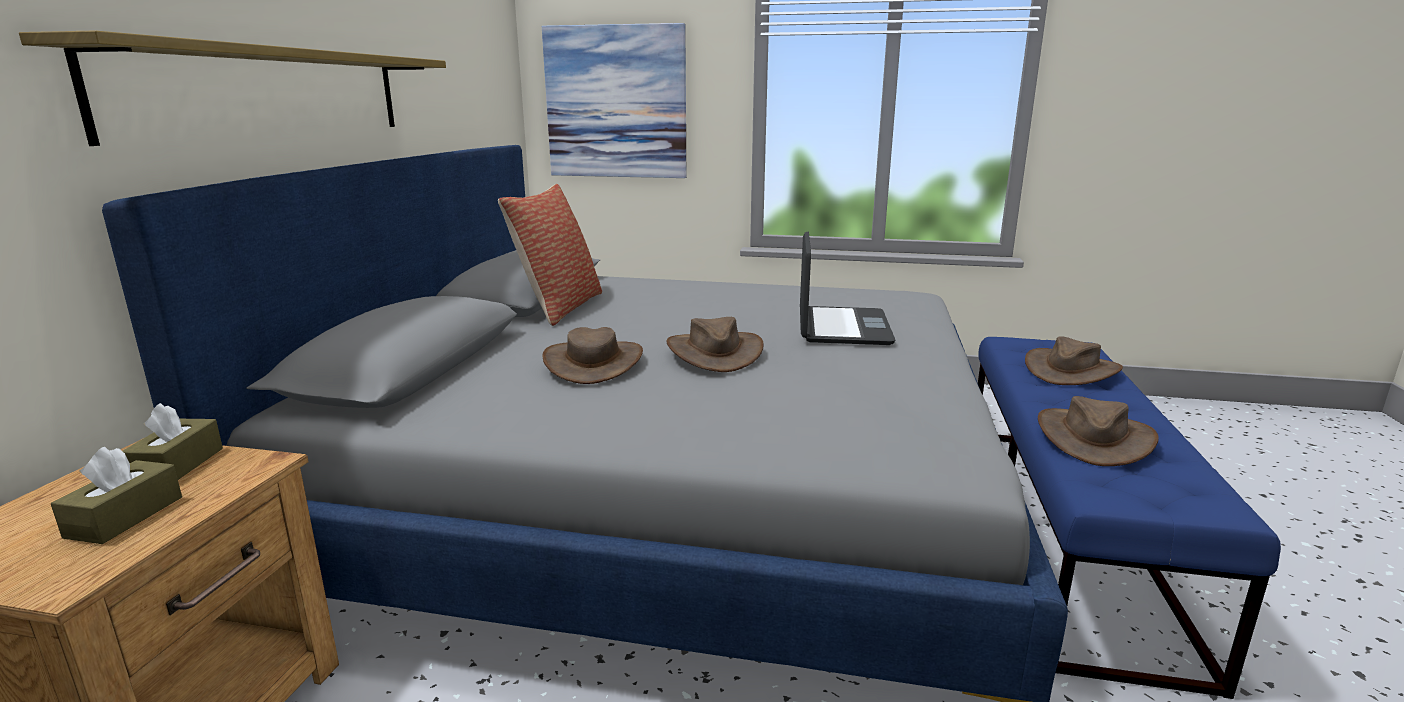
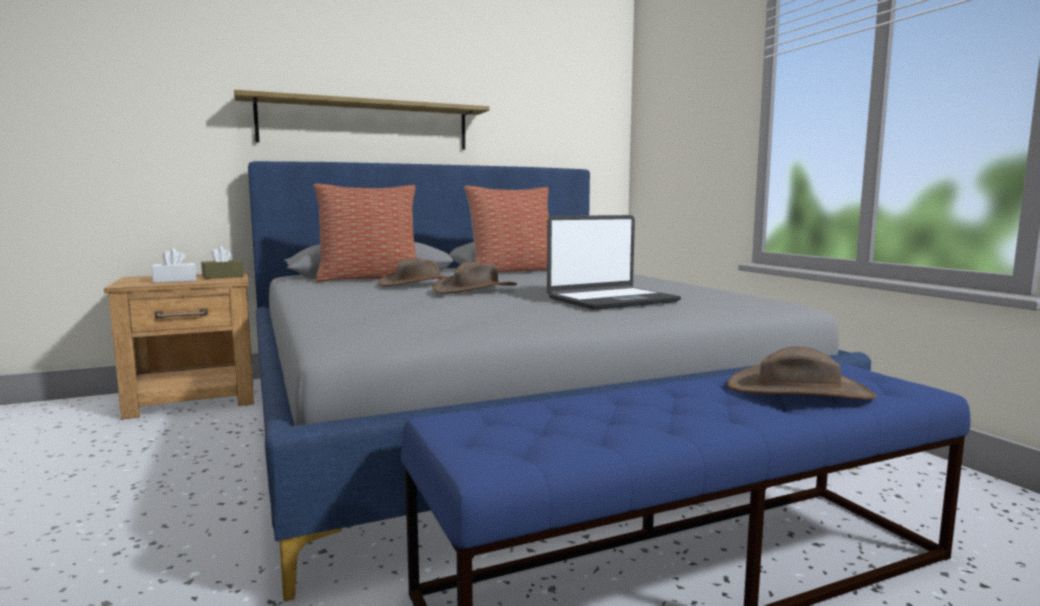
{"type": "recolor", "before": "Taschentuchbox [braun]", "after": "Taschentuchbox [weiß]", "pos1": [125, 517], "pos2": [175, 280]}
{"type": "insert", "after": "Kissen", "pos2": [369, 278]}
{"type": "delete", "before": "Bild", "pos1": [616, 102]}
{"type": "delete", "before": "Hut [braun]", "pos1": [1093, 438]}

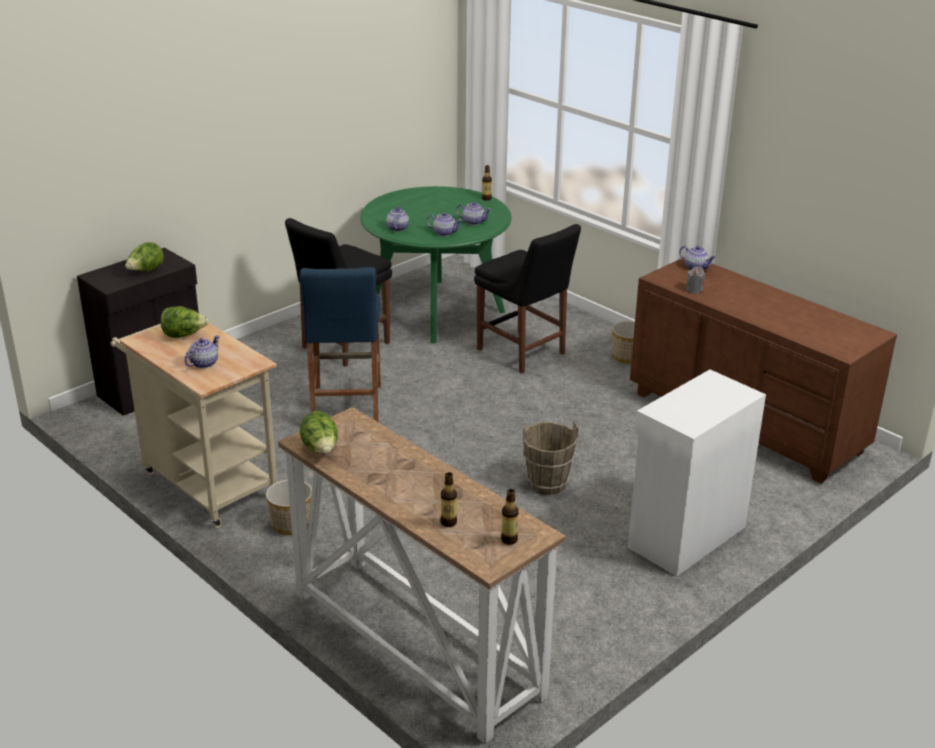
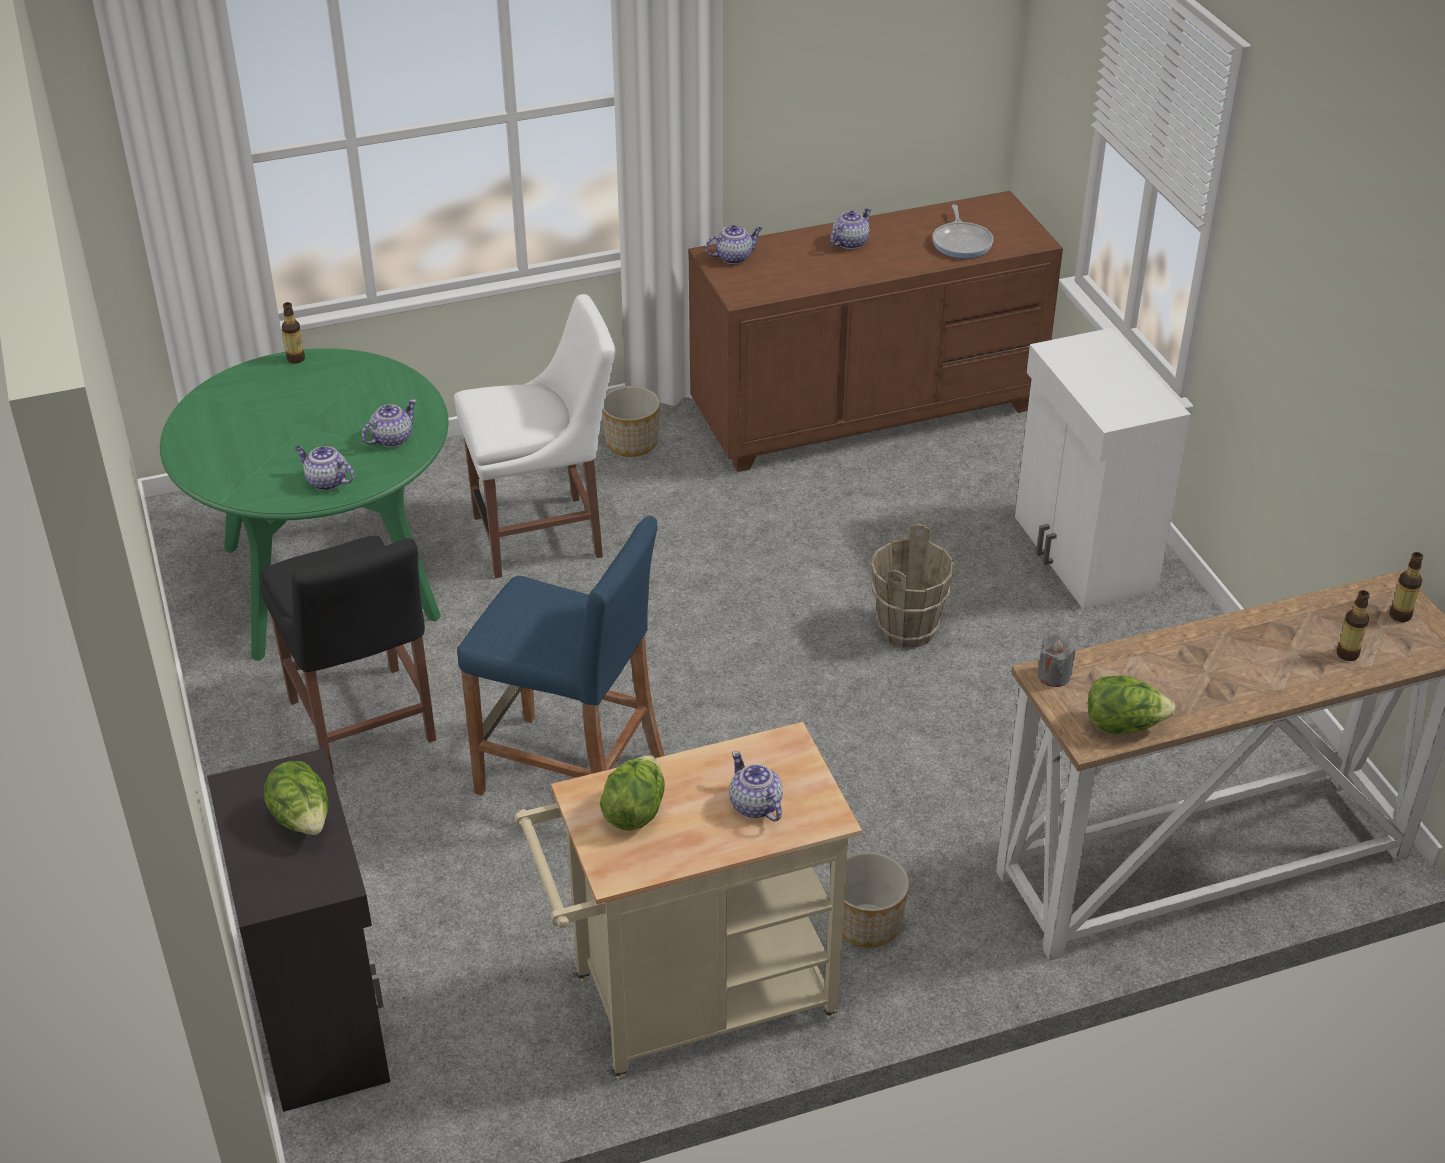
{"type": "recolor", "before": "Stuhl [schwarz]", "after": "Stuhl [weiß]", "pos1": [523, 353], "pos2": [545, 535]}
{"type": "move", "before": "Teekanne", "pos1": [473, 222], "pos2": [849, 243]}
{"type": "insert", "after": "Pfanne", "pos2": [962, 242]}
{"type": "move", "before": "Kerze [grau]", "pos1": [694, 290], "pos2": [1053, 676]}

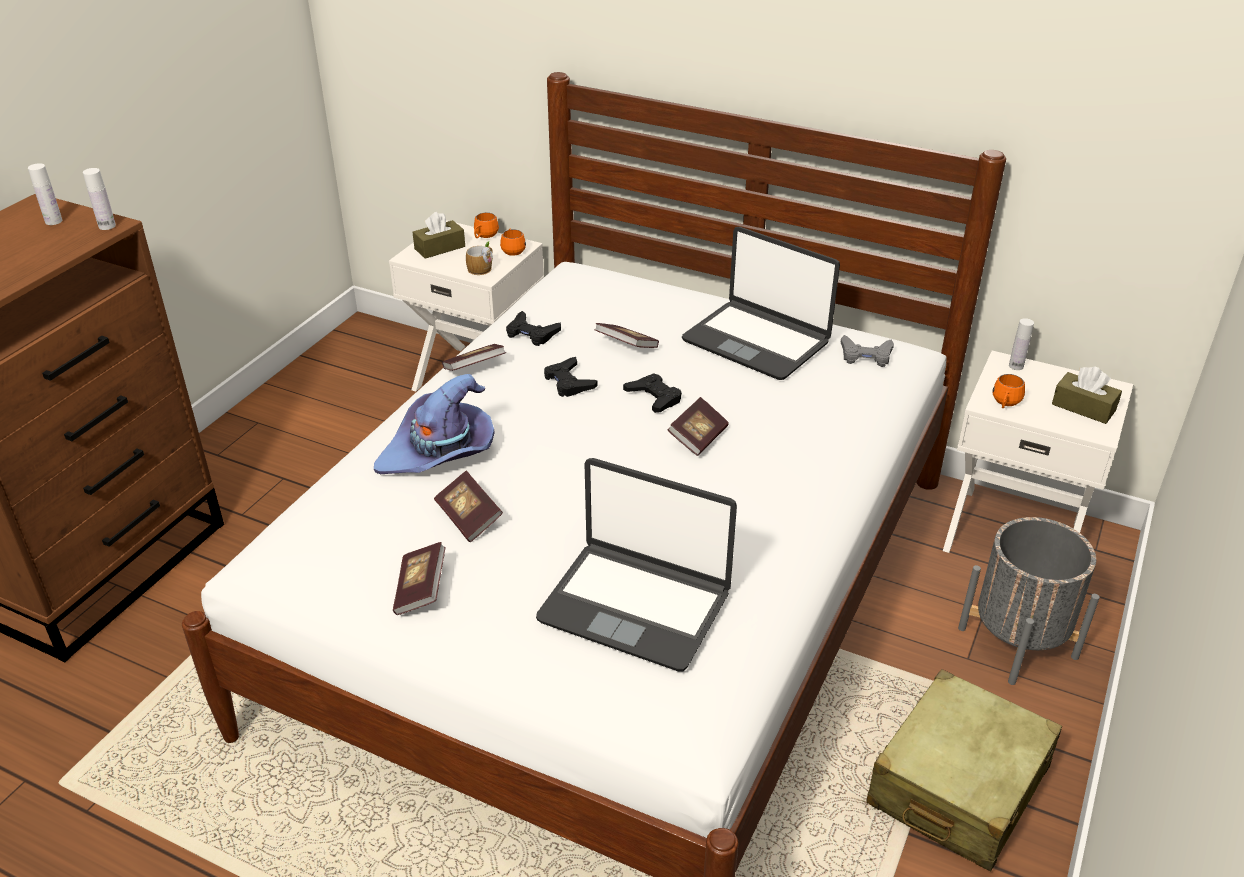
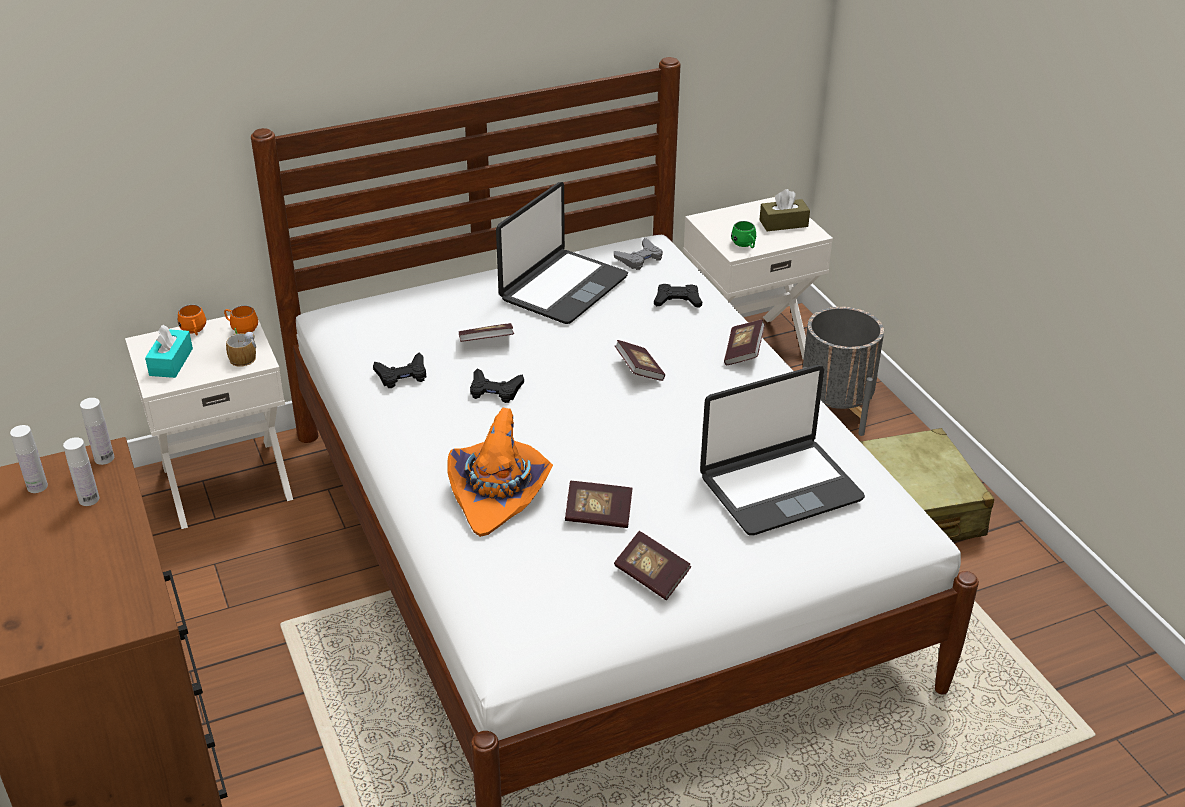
{"type": "move", "before": "Flasche [weiß]", "pos1": [1016, 366], "pos2": [89, 499]}
{"type": "recolor", "before": "Taschentuchbox [braun]", "after": "Taschentuchbox [türkis]", "pos1": [440, 248], "pos2": [171, 362]}
{"type": "recolor", "before": "Hut [lila]", "after": "Hut [orange]", "pos1": [440, 452], "pos2": [499, 492]}
{"type": "rotate", "before": "Laptop", "pos1": [756, 341], "pos2": [562, 288], "turn": -45}
{"type": "move", "before": "Gamepad [schwarz]", "pos1": [654, 397], "pos2": [677, 300]}
{"type": "move", "before": "Buch", "pos1": [474, 368], "pos2": [743, 352]}
{"type": "recolor", "before": "Henkelbecher [orange]", "after": "Henkelbecher [grün]", "pos1": [1005, 404], "pos2": [745, 246]}

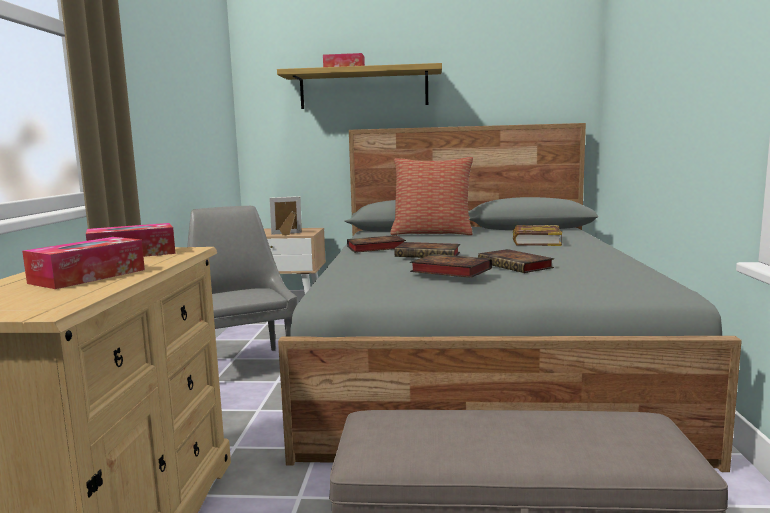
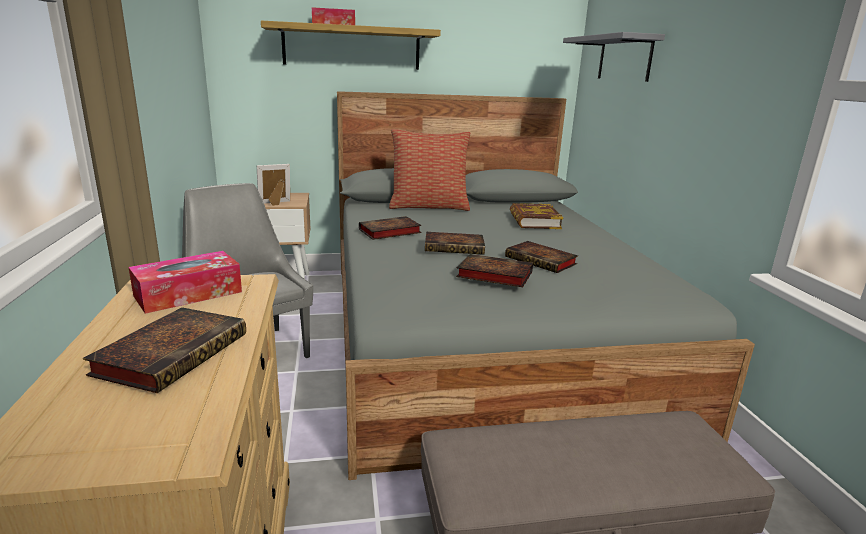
{"type": "replace", "before": "Taschentuchbox", "after": "Buch", "pos1": [88, 276], "pos2": [174, 353]}
{"type": "insert", "after": "Wandregal [grau]", "pos2": [624, 58]}

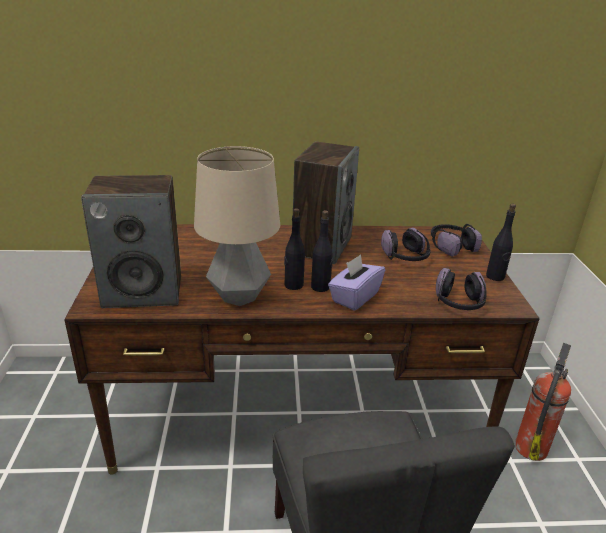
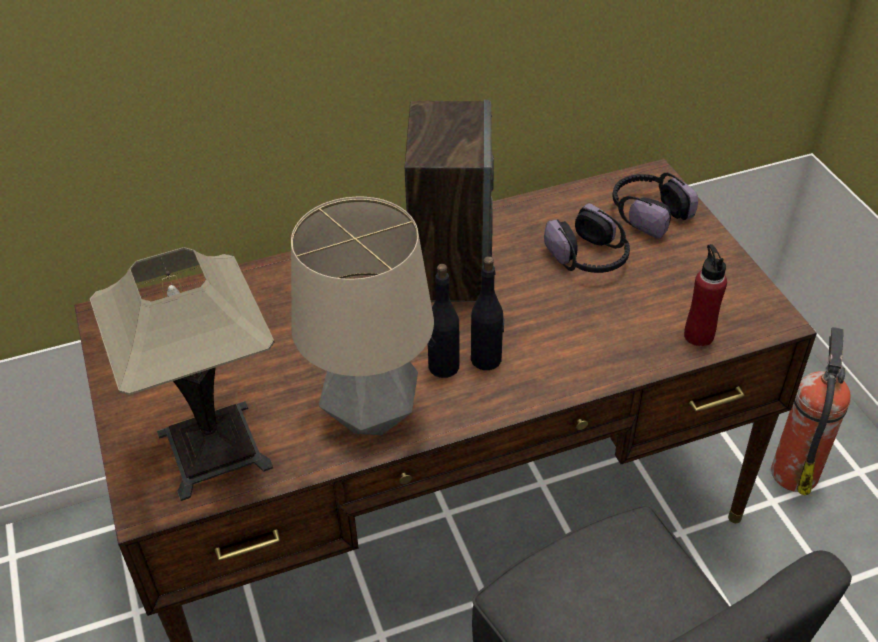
{"type": "replace", "before": "Lautsprecher", "after": "Tischlampe", "pos1": [144, 292], "pos2": [214, 449]}
{"type": "replace", "before": "Kopfhörer", "after": "Flasche [rot]", "pos1": [458, 303], "pos2": [698, 335]}
{"type": "delete", "before": "Taschentuchbox [lila]", "pos1": [354, 297]}
{"type": "delete", "before": "Flasche [schwarz]", "pos1": [495, 276]}

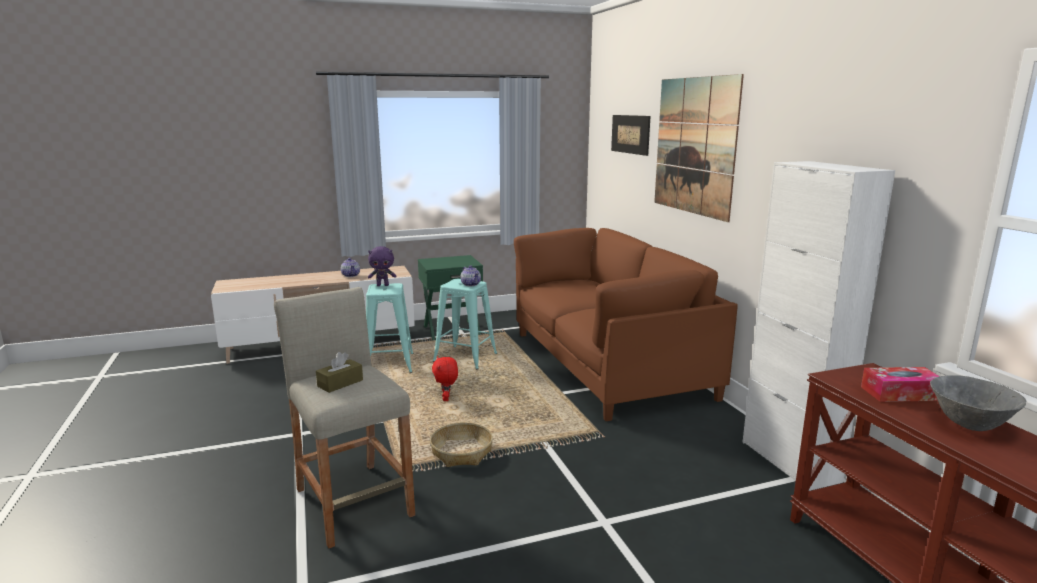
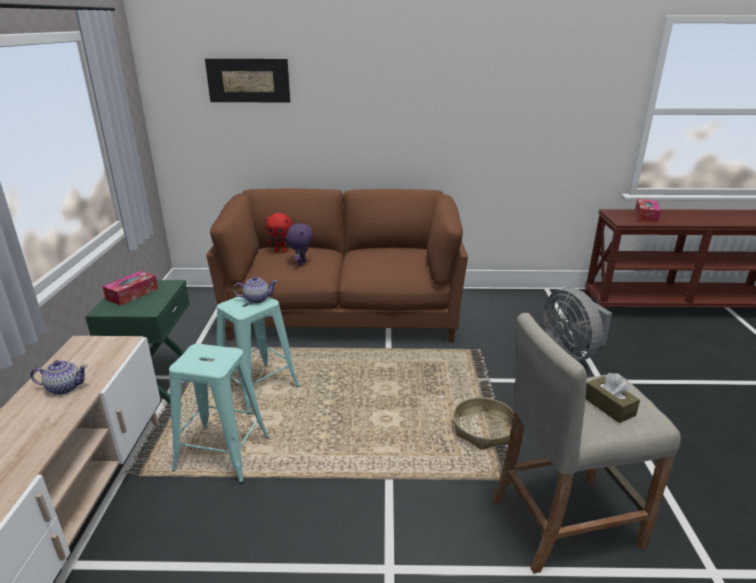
{"type": "insert", "after": "Taschentuchbox", "pos2": [132, 294]}
{"type": "move", "before": "Plüschtier [rot]", "pos1": [446, 399], "pos2": [281, 251]}
{"type": "move", "before": "Plüschtier [lila]", "pos1": [383, 285], "pos2": [301, 263]}
{"type": "insert", "after": "Ventilator [grau]", "pos2": [571, 352]}
{"type": "delete", "before": "Bild", "pos1": [695, 146]}
{"type": "delete", "before": "Schrank [weiß]", "pos1": [789, 461]}
{"type": "delete", "before": "Schüssel [grau]", "pos1": [969, 425]}

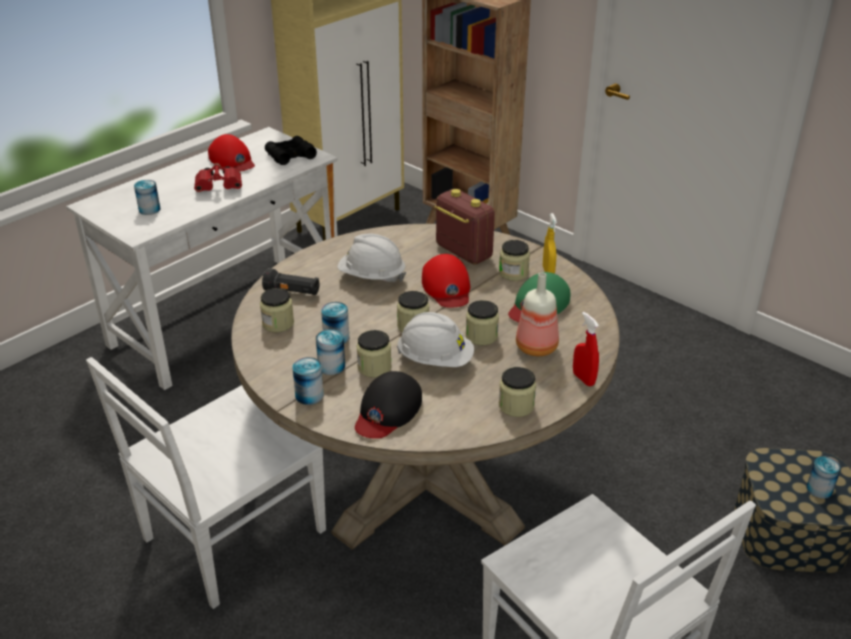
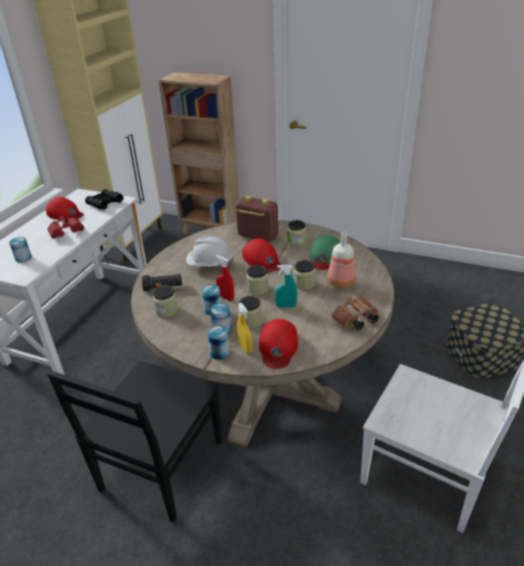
{"type": "recolor", "before": "Stuhl [weiß]", "after": "Stuhl [schwarz]", "pos1": [230, 537], "pos2": [160, 467]}
{"type": "move", "before": "Sprühflasche [rot]", "pos1": [583, 379], "pos2": [226, 297]}
{"type": "move", "before": "Sprühflasche [gelb]", "pos1": [548, 272], "pos2": [245, 348]}
{"type": "recolor", "before": "Kappe [schwarz]", "after": "Kappe [rot]", "pos1": [387, 411], "pos2": [278, 347]}
{"type": "replace", "before": "Schutzhelm [weiß]", "after": "Sprühflasche [türkis]", "pos1": [435, 360], "pos2": [286, 306]}
{"type": "replace", "before": "Vorratsglas", "after": "Fernglas [braun]", "pos1": [516, 406], "pos2": [354, 321]}
{"type": "delete", "before": "Dose", "pos1": [819, 489]}

